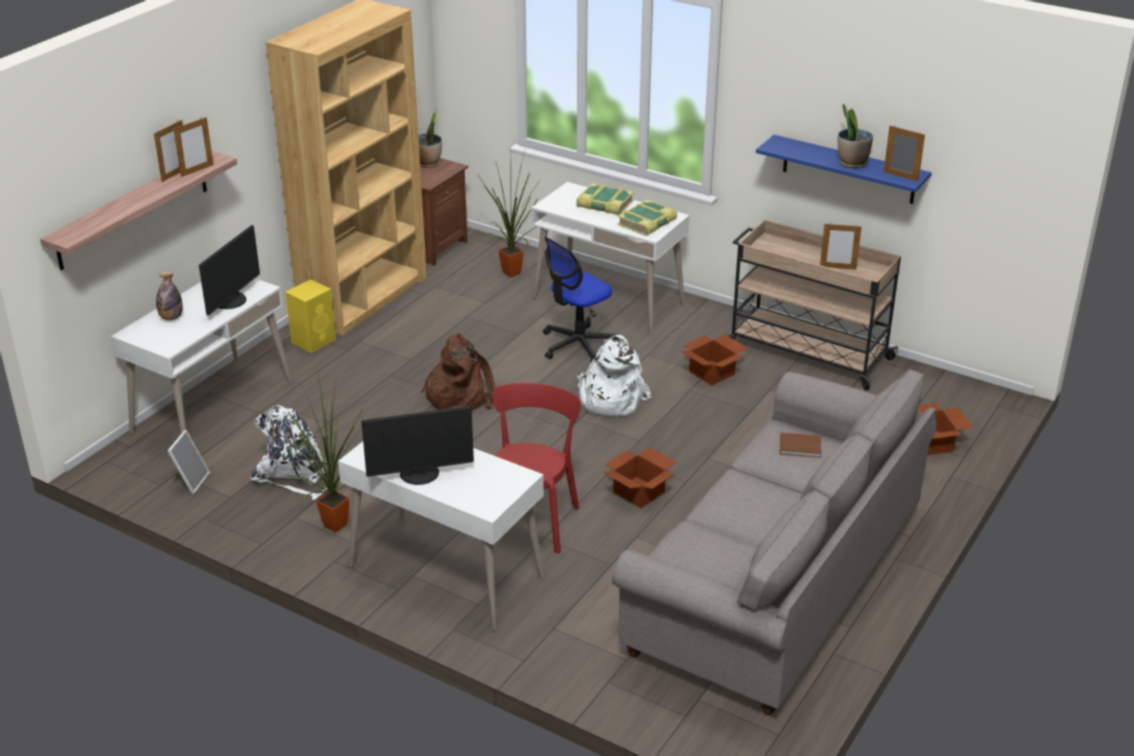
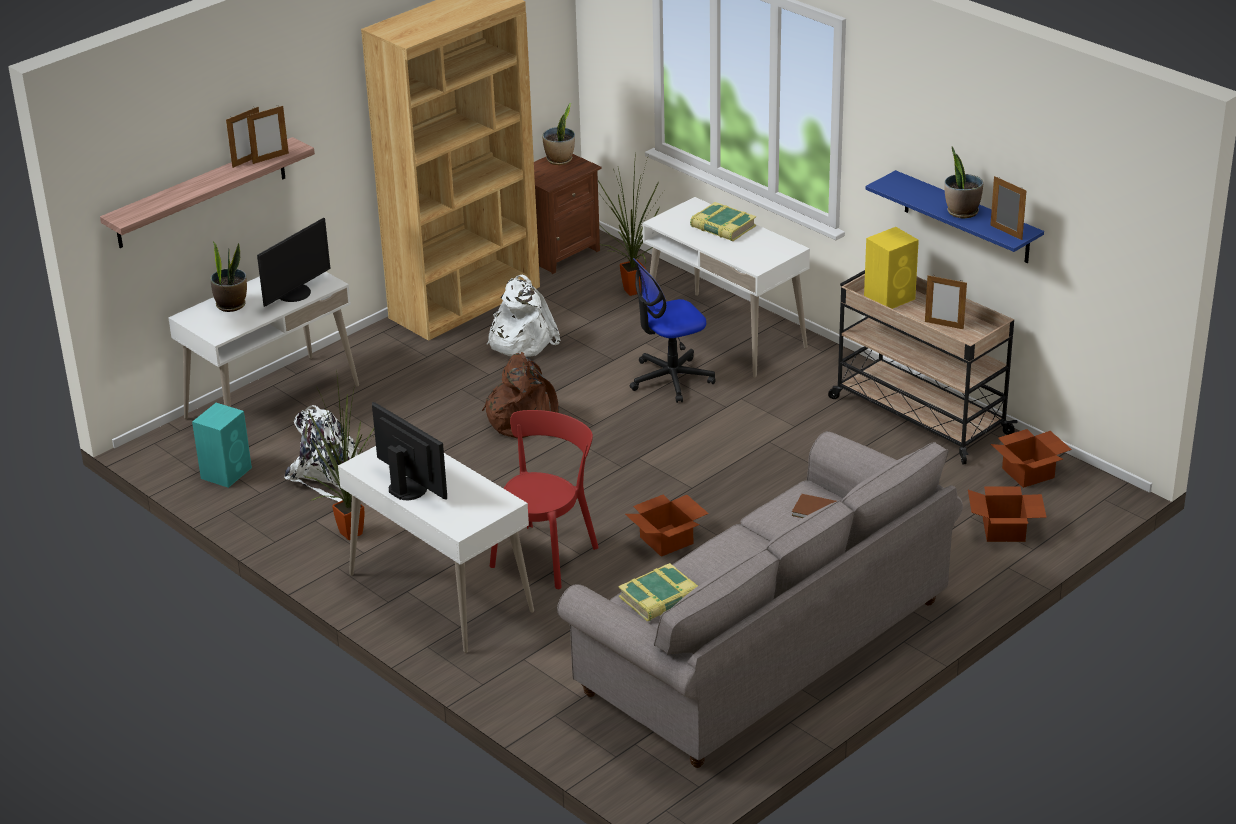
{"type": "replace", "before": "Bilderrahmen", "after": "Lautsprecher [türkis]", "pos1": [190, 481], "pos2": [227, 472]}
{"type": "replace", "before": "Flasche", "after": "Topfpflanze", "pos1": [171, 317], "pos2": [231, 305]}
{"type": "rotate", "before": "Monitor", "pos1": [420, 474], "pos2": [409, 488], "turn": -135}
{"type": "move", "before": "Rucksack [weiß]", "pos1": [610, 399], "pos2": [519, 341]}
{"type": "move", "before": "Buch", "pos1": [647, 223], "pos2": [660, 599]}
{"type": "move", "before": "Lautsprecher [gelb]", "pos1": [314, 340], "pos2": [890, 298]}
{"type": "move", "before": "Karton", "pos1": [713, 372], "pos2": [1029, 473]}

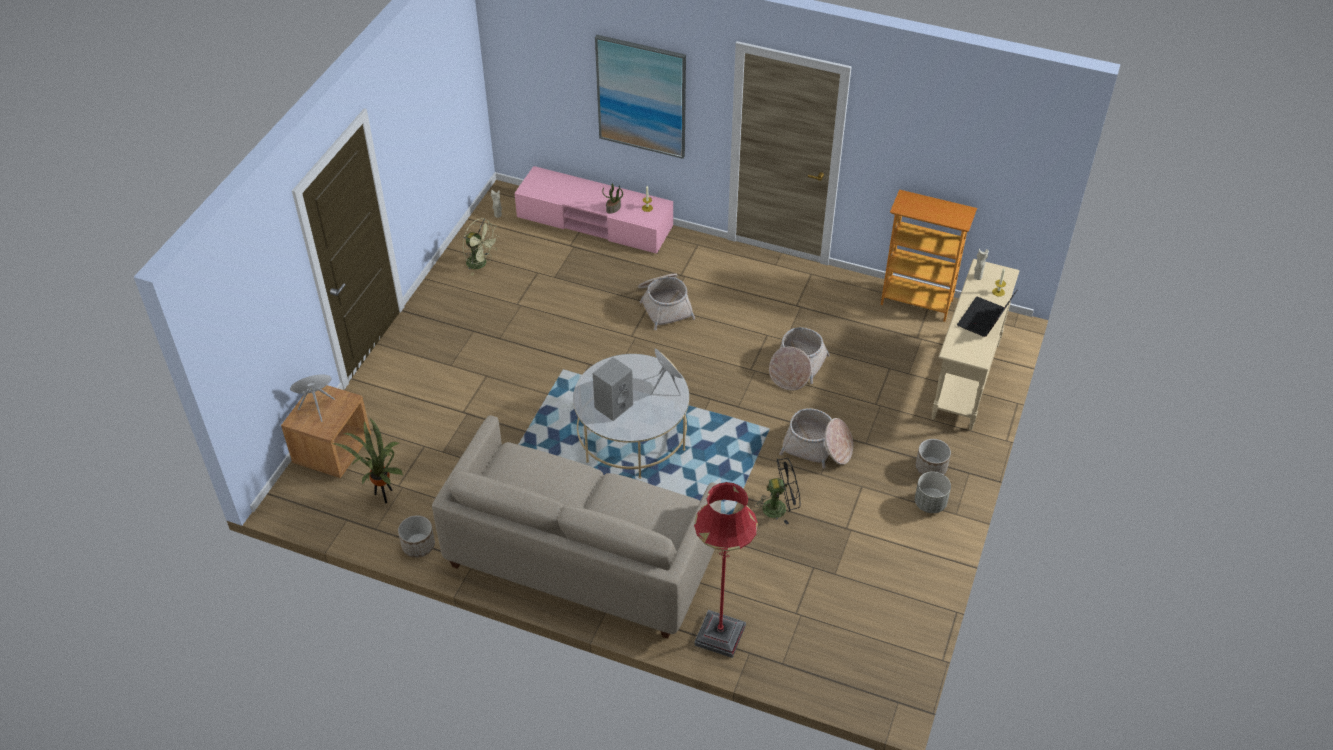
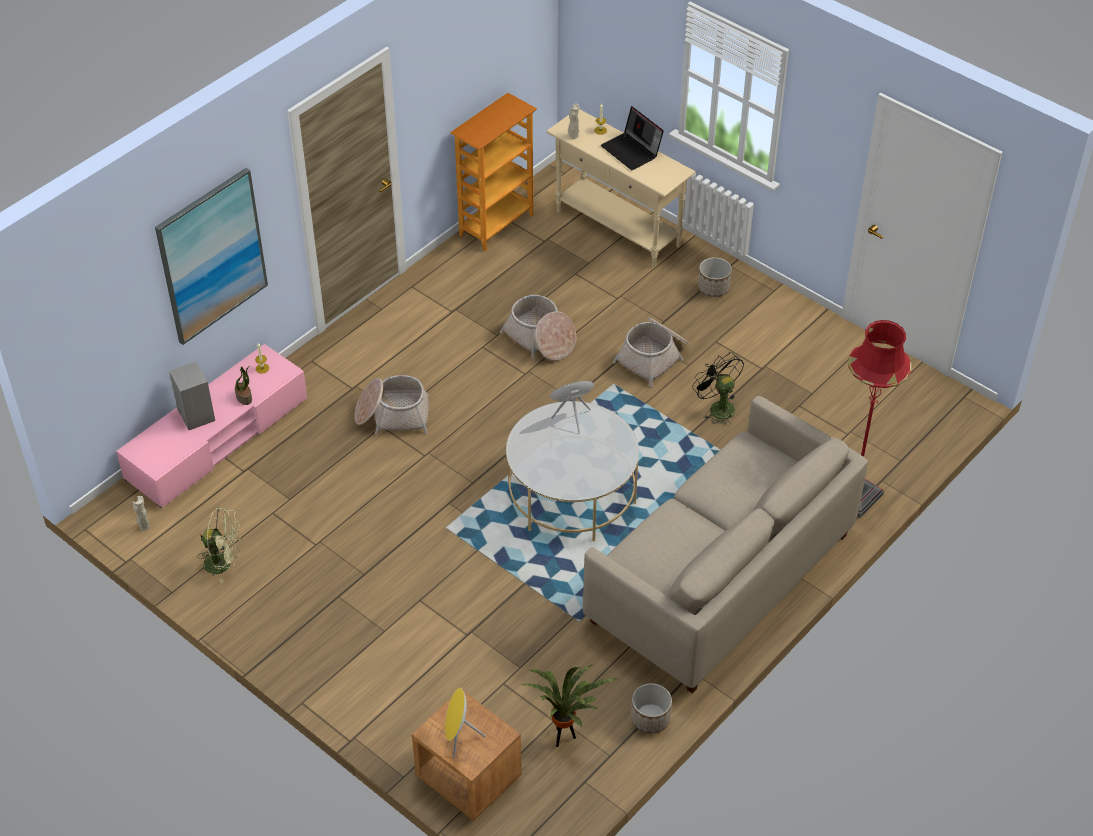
{"type": "move", "before": "Lautsprecher [grau]", "pos1": [613, 405], "pos2": [195, 415]}
{"type": "rotate", "before": "Ventilator [grün]", "pos1": [481, 264], "pos2": [224, 563], "turn": 45}
{"type": "rotate", "before": "Ventilator [schwarz]", "pos1": [779, 507], "pos2": [717, 407], "turn": -45}
{"type": "delete", "before": "Pflanzkübel [grau]", "pos1": [930, 503]}

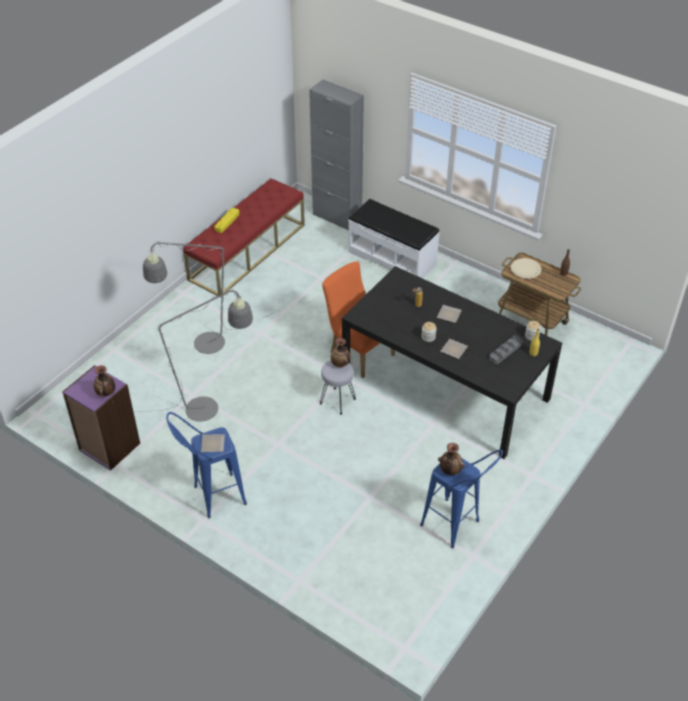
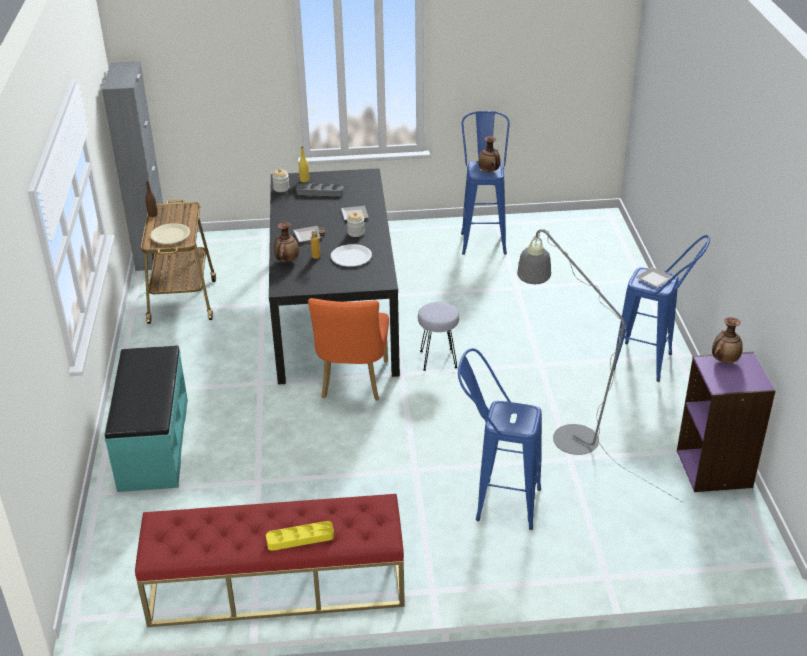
{"type": "move", "before": "Schrank [grau]", "pos1": [337, 217], "pos2": [152, 253]}
{"type": "recolor", "before": "Bank [weiß]", "after": "Bank [türkis]", "pos1": [392, 257], "pos2": [153, 444]}
{"type": "move", "before": "Vase", "pos1": [340, 364], "pos2": [287, 261]}
{"type": "insert", "after": "Teller [weiß]", "pos2": [351, 257]}
{"type": "replace", "before": "Stehlampe [grau]", "after": "Hocker [blau]", "pos1": [202, 346], "pos2": [496, 502]}

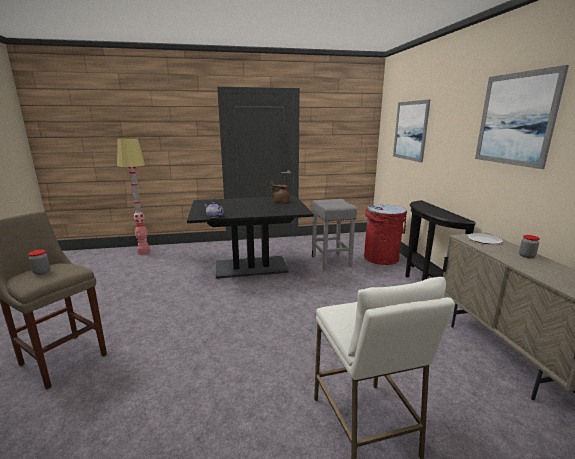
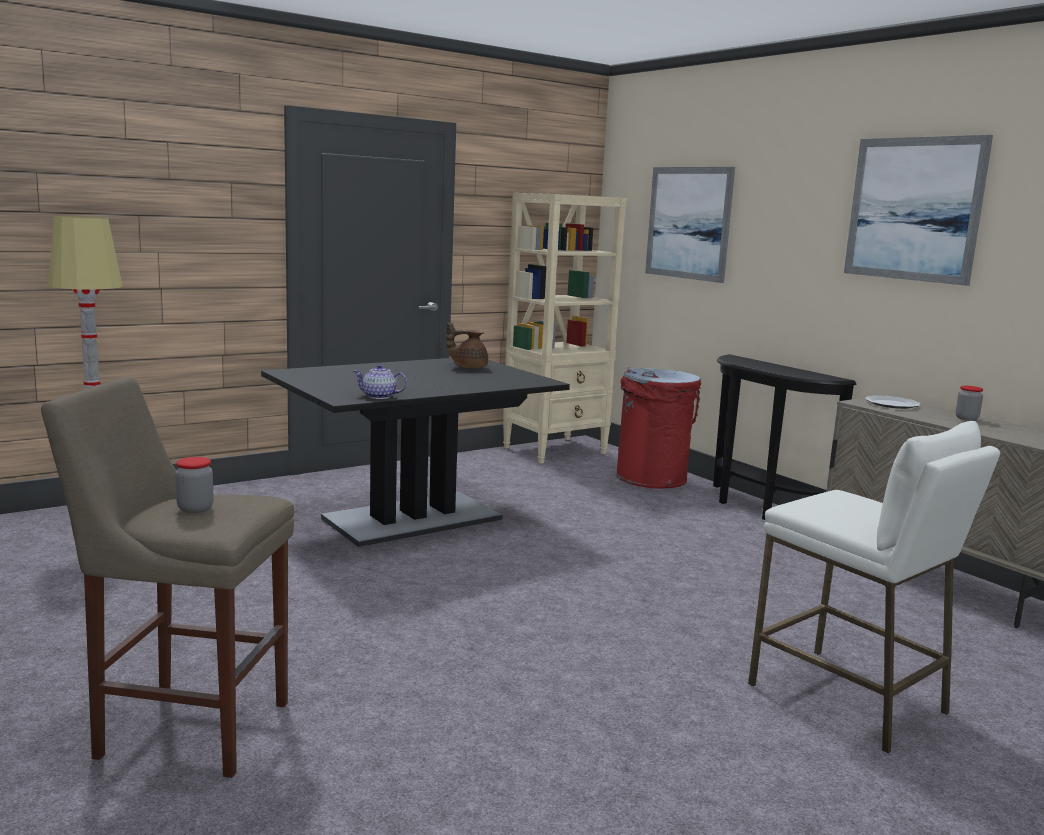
{"type": "insert", "after": "Bücherregal [beige]", "pos2": [556, 450]}
{"type": "delete", "before": "Hocker [grau]", "pos1": [331, 262]}

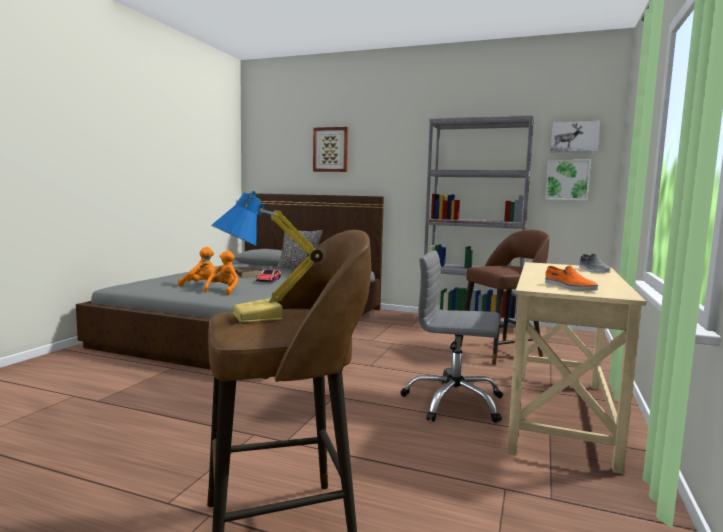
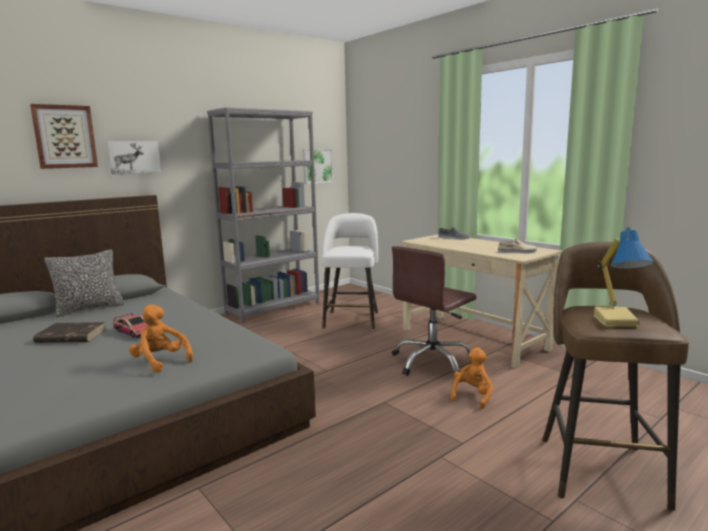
{"type": "move", "before": "Bild", "pos1": [574, 137], "pos2": [134, 157]}
{"type": "recolor", "before": "Hocker [braun]", "after": "Hocker [weiß]", "pos1": [501, 352], "pos2": [352, 319]}
{"type": "recolor", "before": "Bürostuhl [grau]", "after": "Bürostuhl [braun]", "pos1": [453, 402], "pos2": [432, 362]}
{"type": "move", "before": "Plüschtier [orange]", "pos1": [200, 284], "pos2": [472, 396]}
{"type": "recolor", "before": "Schuh [orange]", "after": "Schuh [beige]", "pos1": [569, 287], "pos2": [517, 252]}

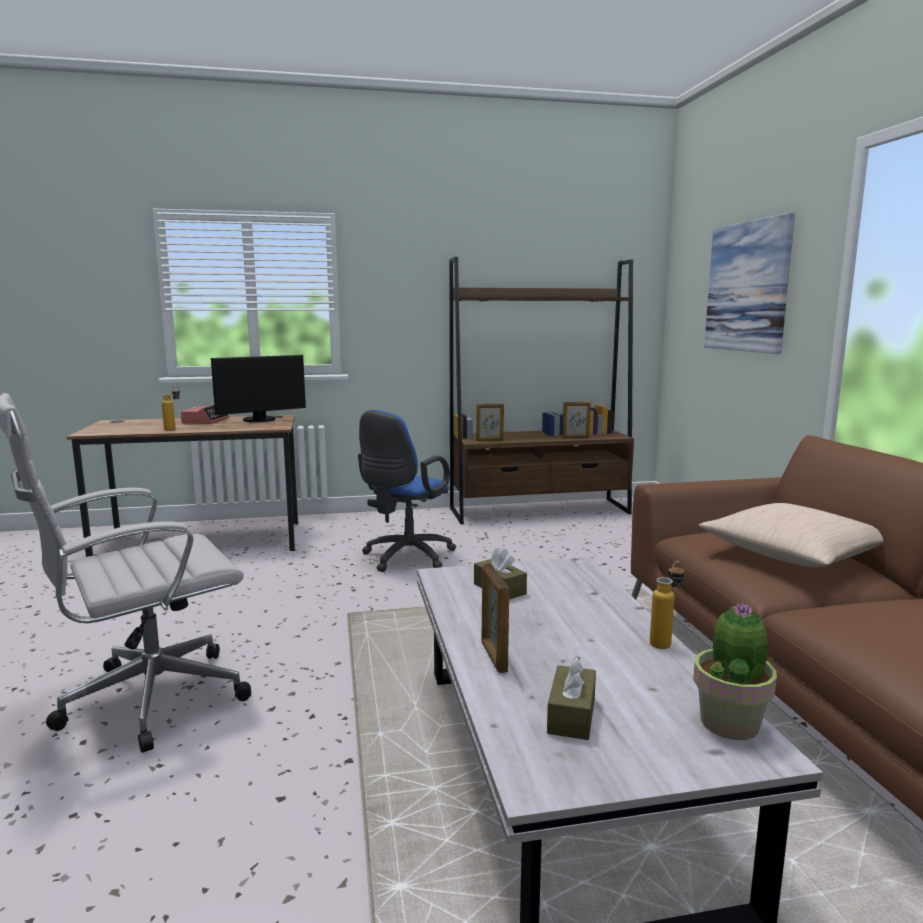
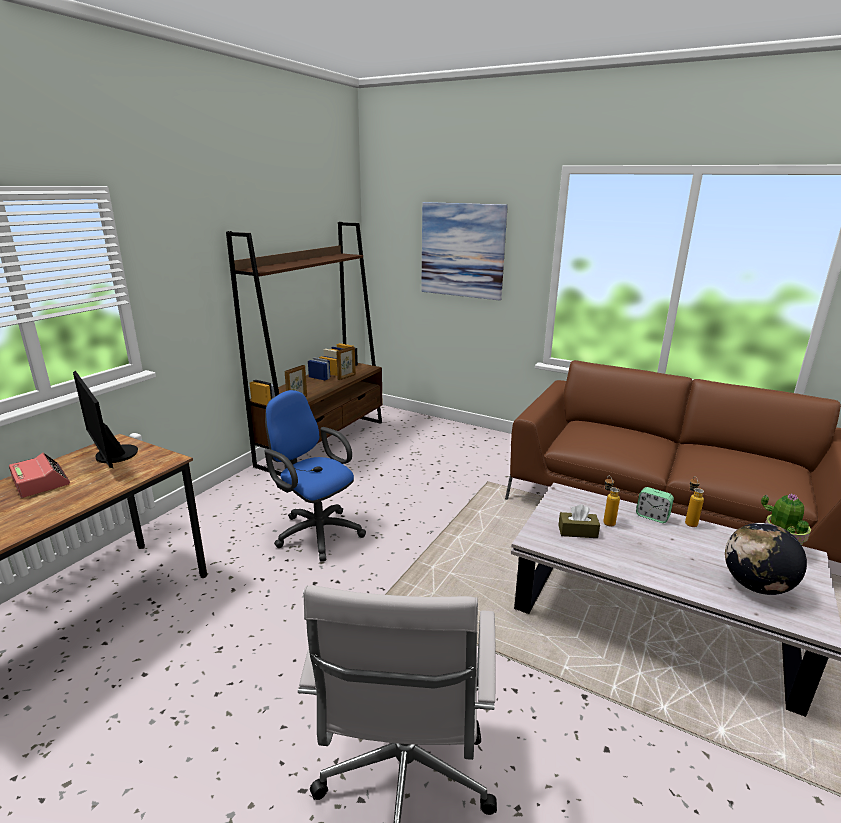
{"type": "rotate", "before": "Monitor", "pos1": [260, 420], "pos2": [112, 456], "turn": 135}
{"type": "rotate", "before": "Bürostuhl [blau]", "pos1": [405, 558], "pos2": [316, 532], "turn": 150}
{"type": "move", "before": "Flasche", "pos1": [174, 429], "pos2": [606, 521]}
{"type": "insert", "after": "Wecker", "pos2": [652, 516]}
{"type": "replace", "before": "Taschentuchbox [braun]", "after": "Globus", "pos1": [571, 715], "pos2": [755, 586]}
{"type": "delete", "before": "Bilderrahmen", "pos1": [493, 657]}
{"type": "delete", "before": "Kissen [beige]", "pos1": [794, 554]}

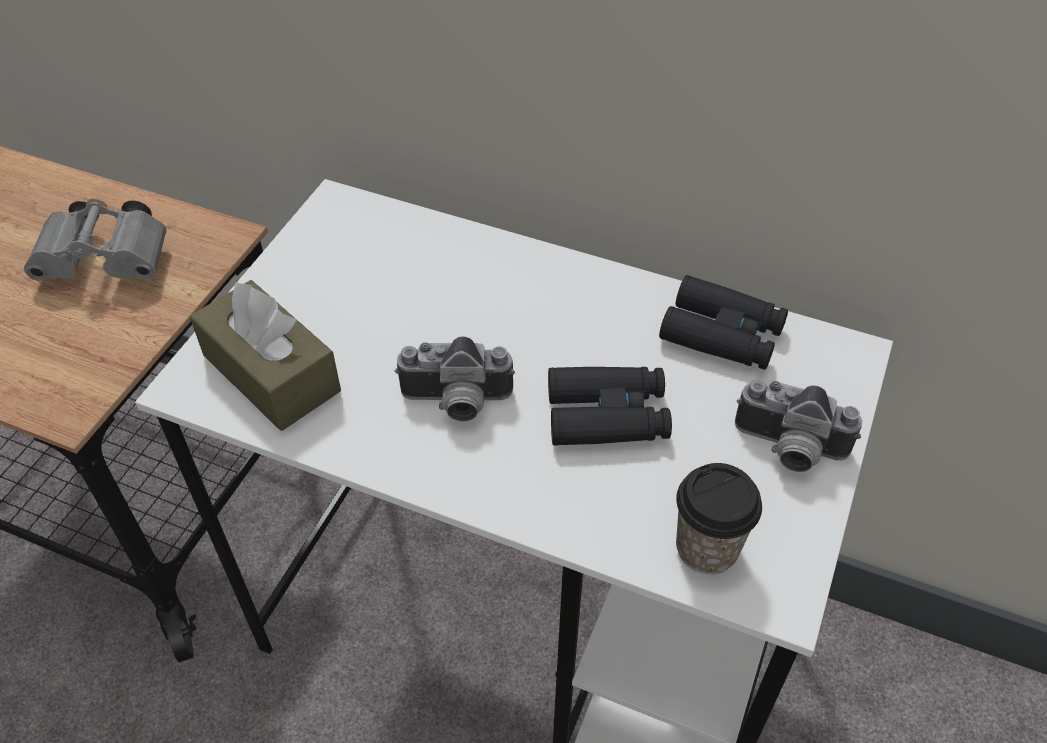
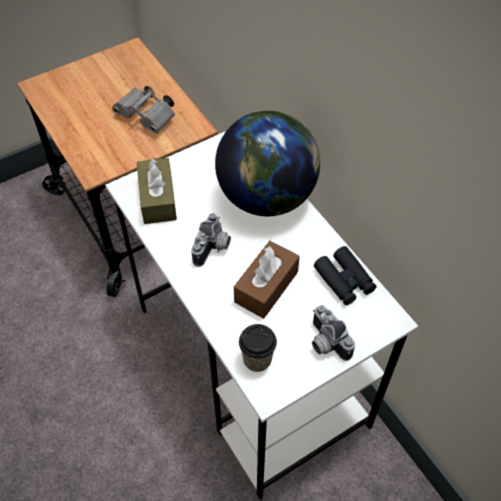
{"type": "rotate", "before": "Kamera", "pos1": [456, 403], "pos2": [213, 248], "turn": -105}
{"type": "insert", "after": "Globus", "pos2": [267, 197]}
{"type": "replace", "before": "Fernglas [schwarz]", "after": "Taschentuchbox [braun]", "pos1": [607, 415], "pos2": [266, 287]}

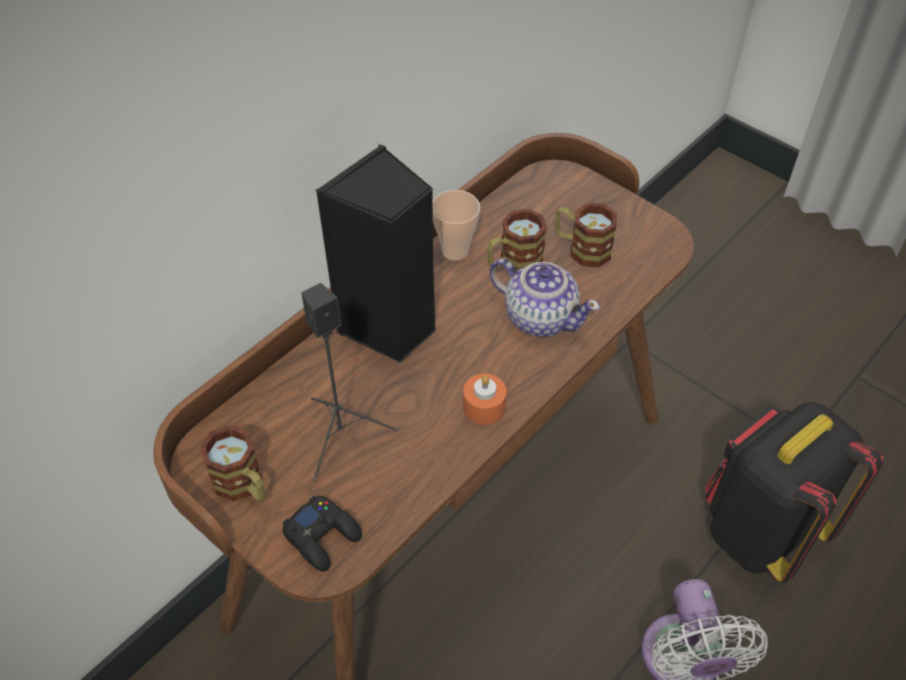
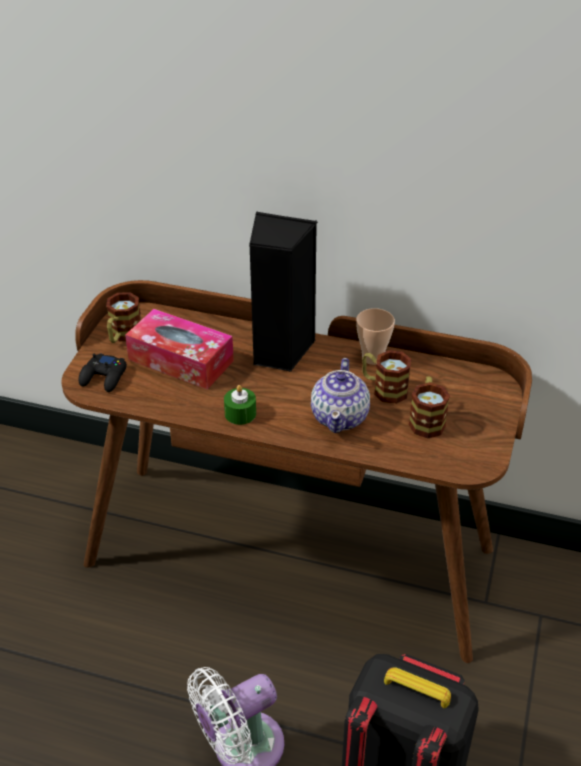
{"type": "replace", "before": "Lautsprecher [schwarz]", "after": "Taschentuchbox", "pos1": [342, 435], "pos2": [181, 360]}
{"type": "recolor", "before": "Kerze [orange]", "after": "Kerze [grün]", "pos1": [484, 407], "pos2": [240, 413]}

